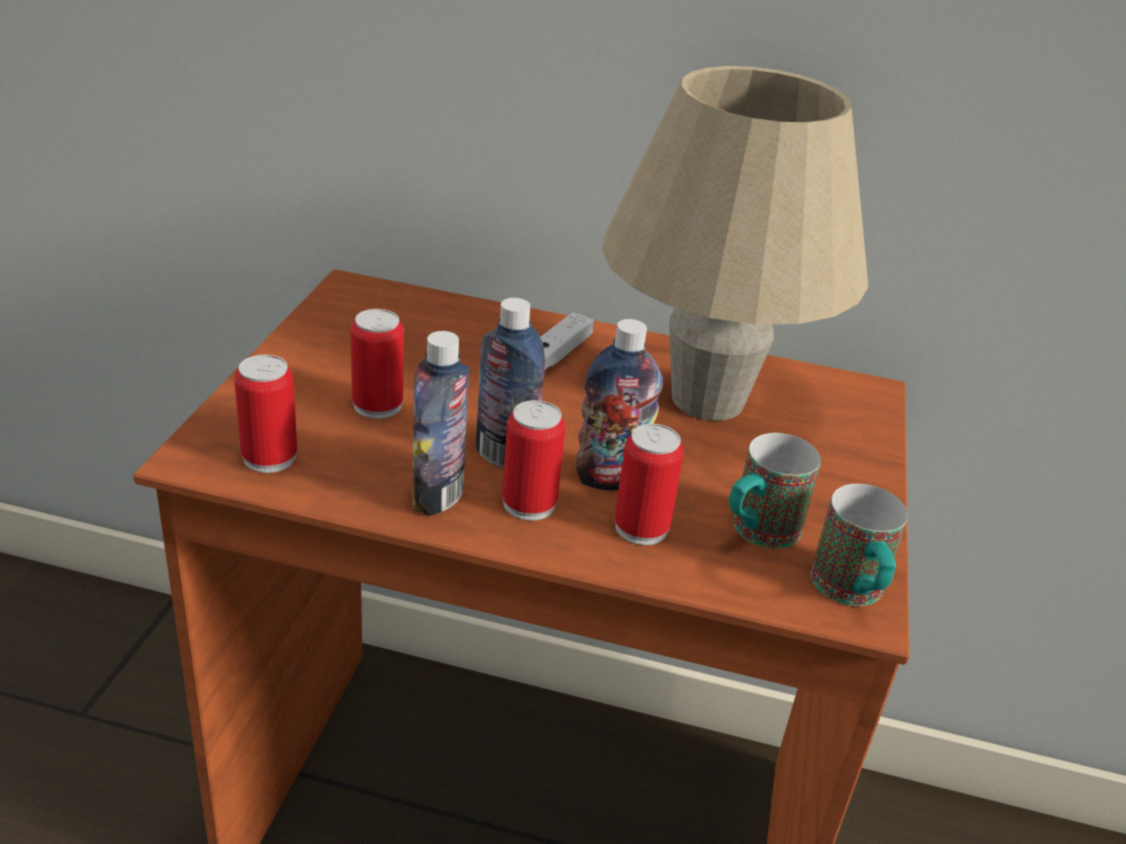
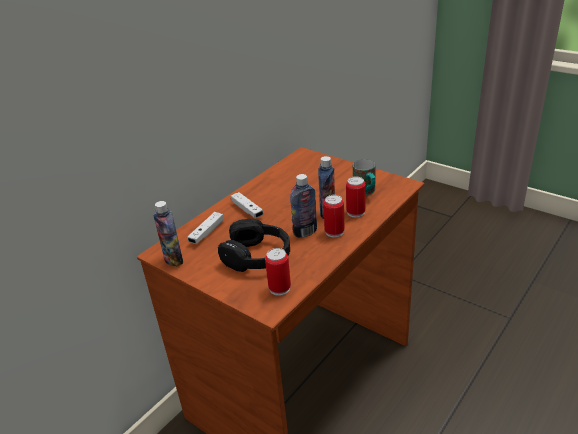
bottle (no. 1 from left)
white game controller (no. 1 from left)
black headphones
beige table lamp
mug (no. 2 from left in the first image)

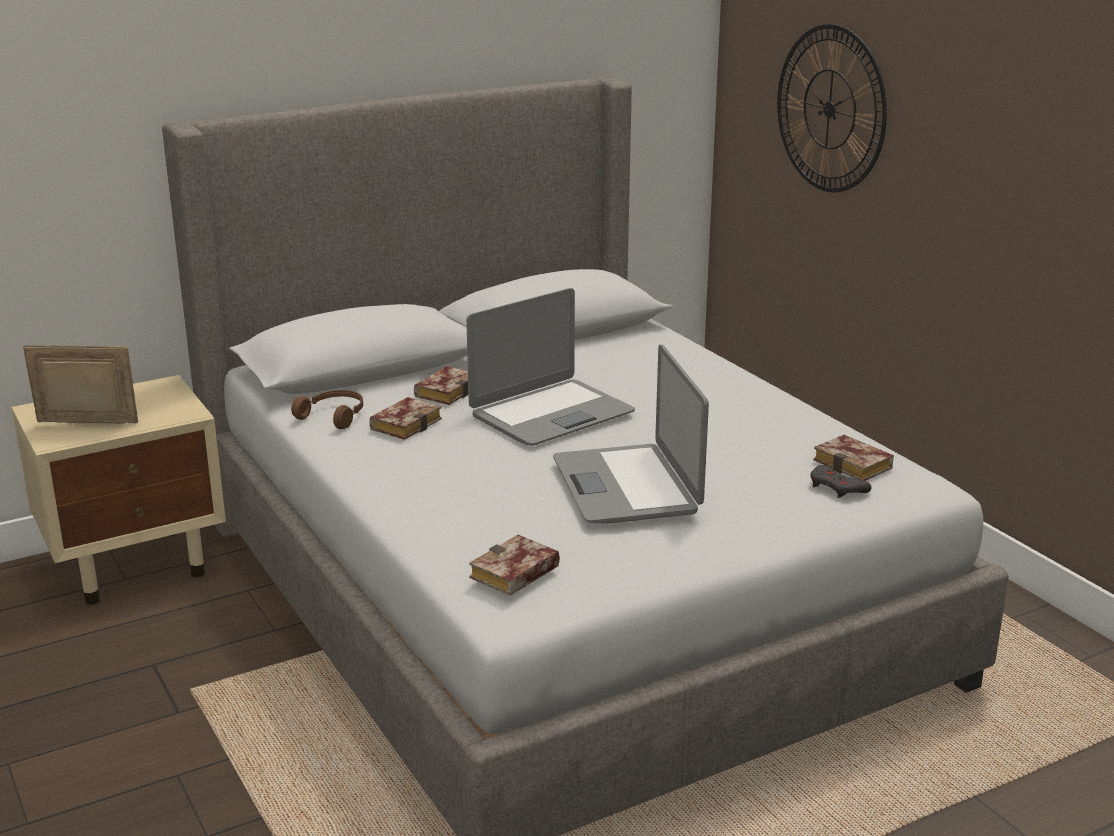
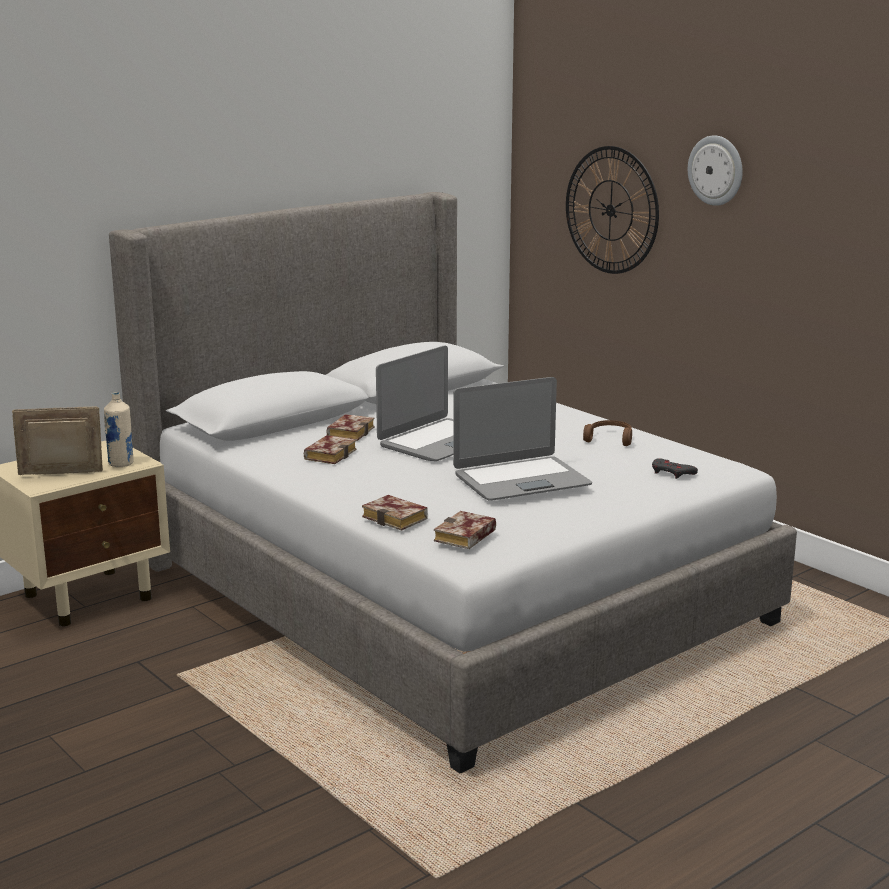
beige bottle
book (no. 3 from left)
laptop (no. 2 from left)
brown headphones
wall clock (no. 2 from left)

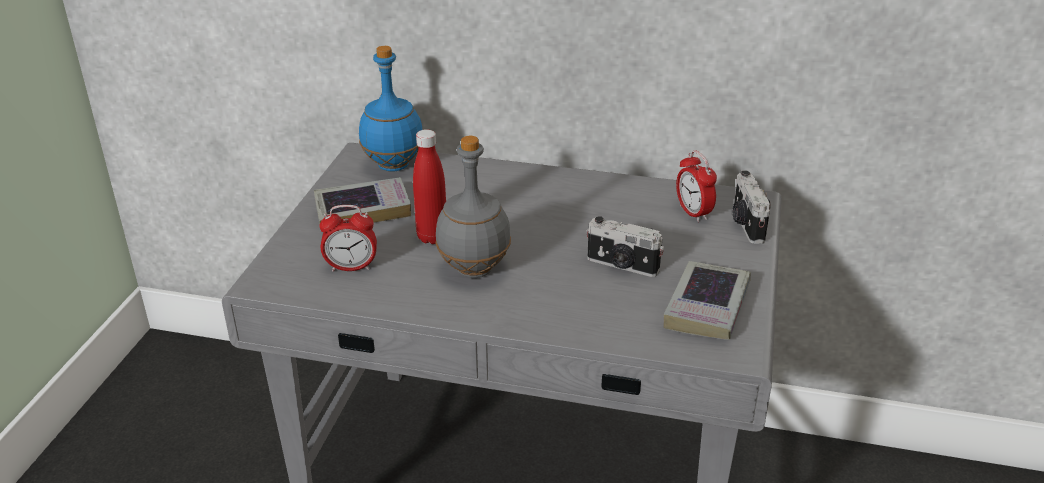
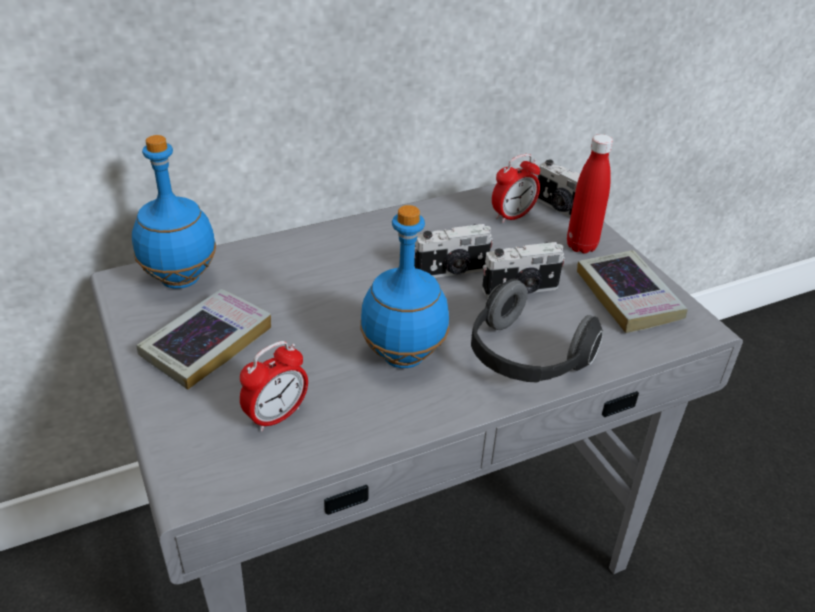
blue bottle (no. 2 from left)
photo camera (no. 1 from left)
headphones
alarm clock (no. 2 from left)
red bottle

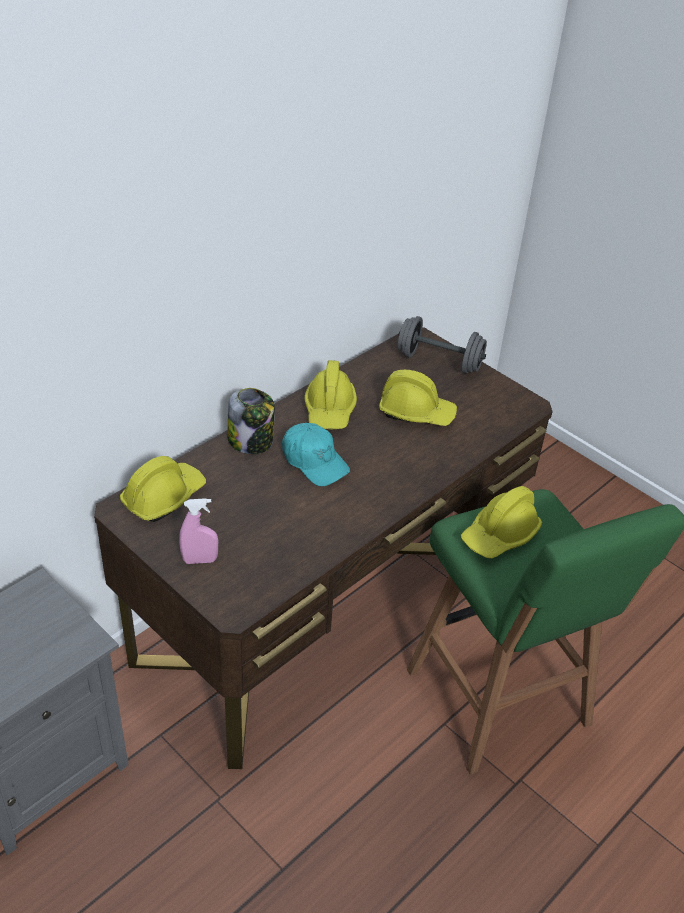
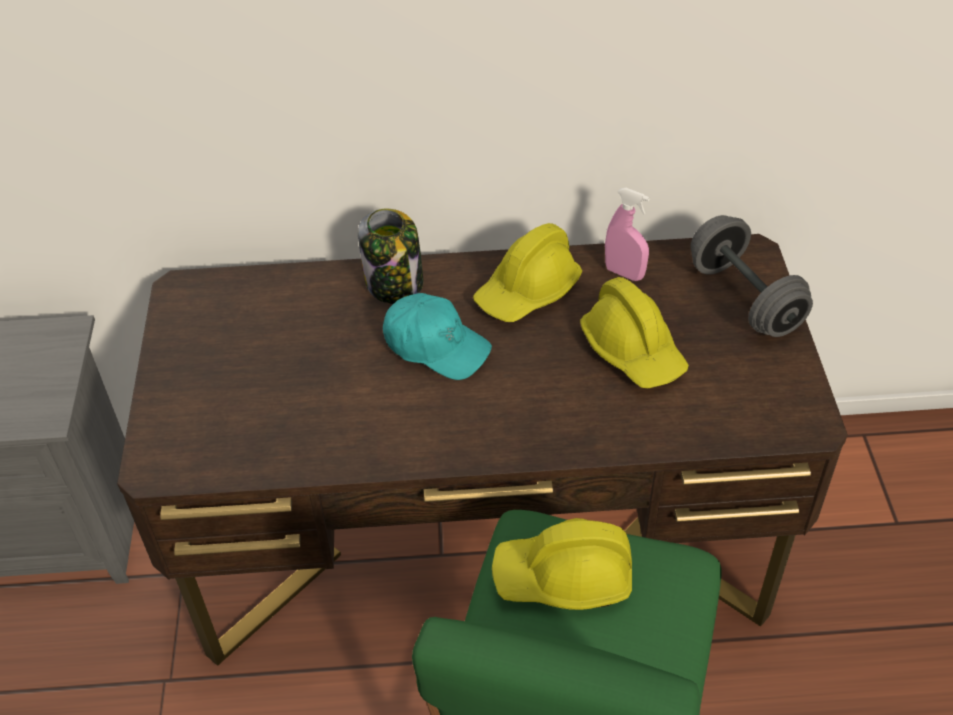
turquoise cap
pink spray bottle
yellow hard hat (no. 1 from left in the first image)

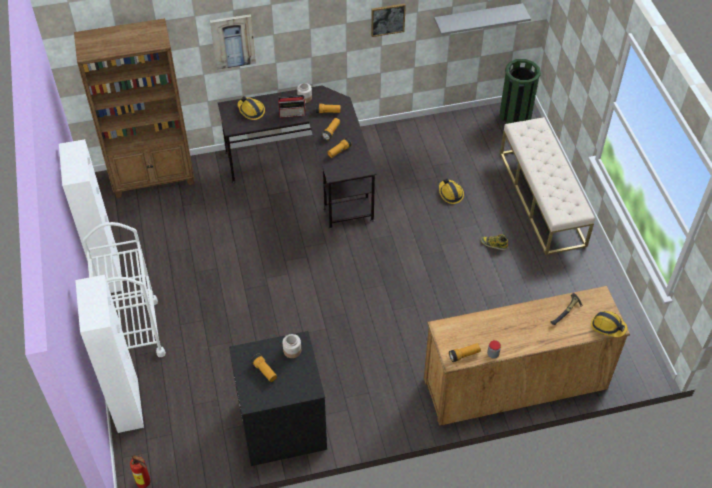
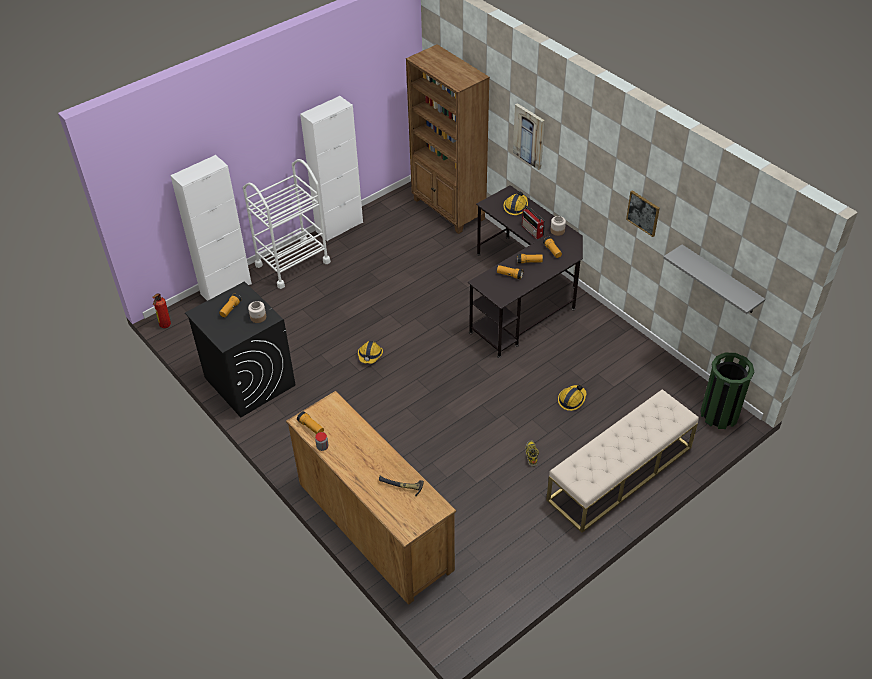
hard hat (no. 1 from left)

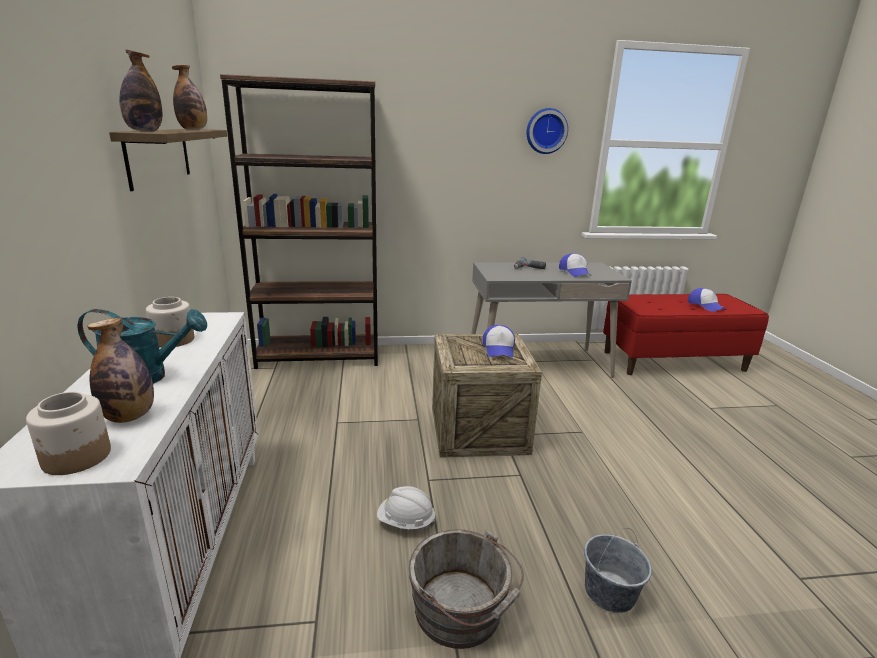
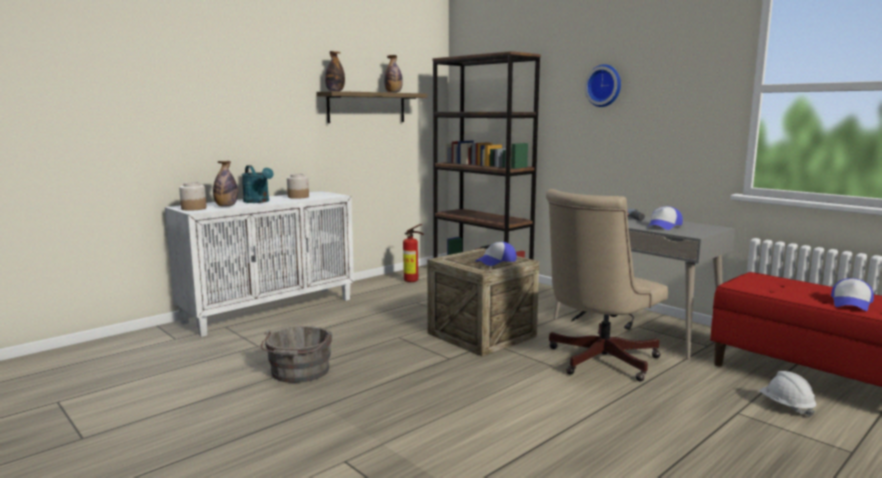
fire extinguisher
beige office chair
wall clock
white hard hat
grey bucket (no. 2 from left in the first image)

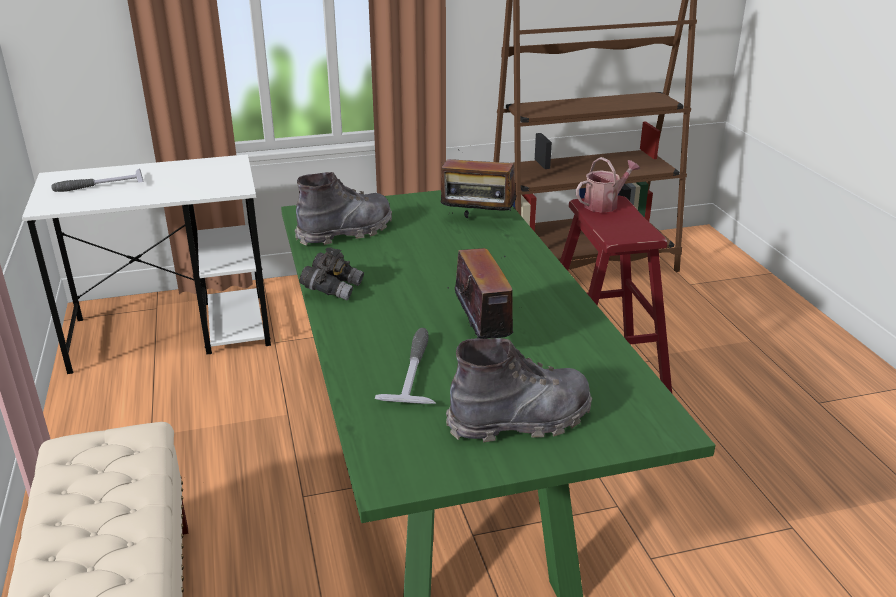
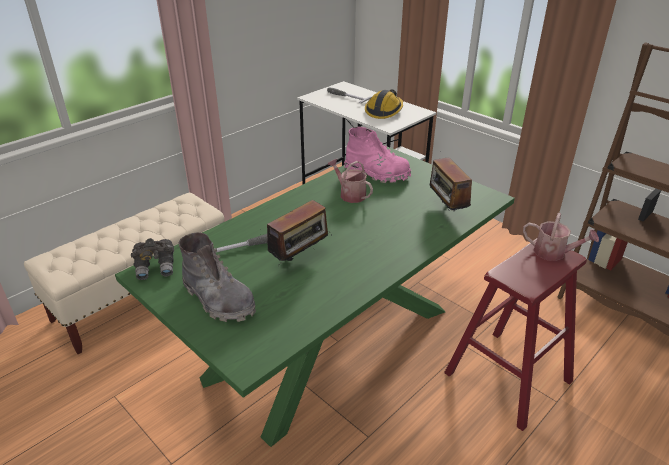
grey binoculars
watering can (no. 1 from left)
pink boot
hard hat

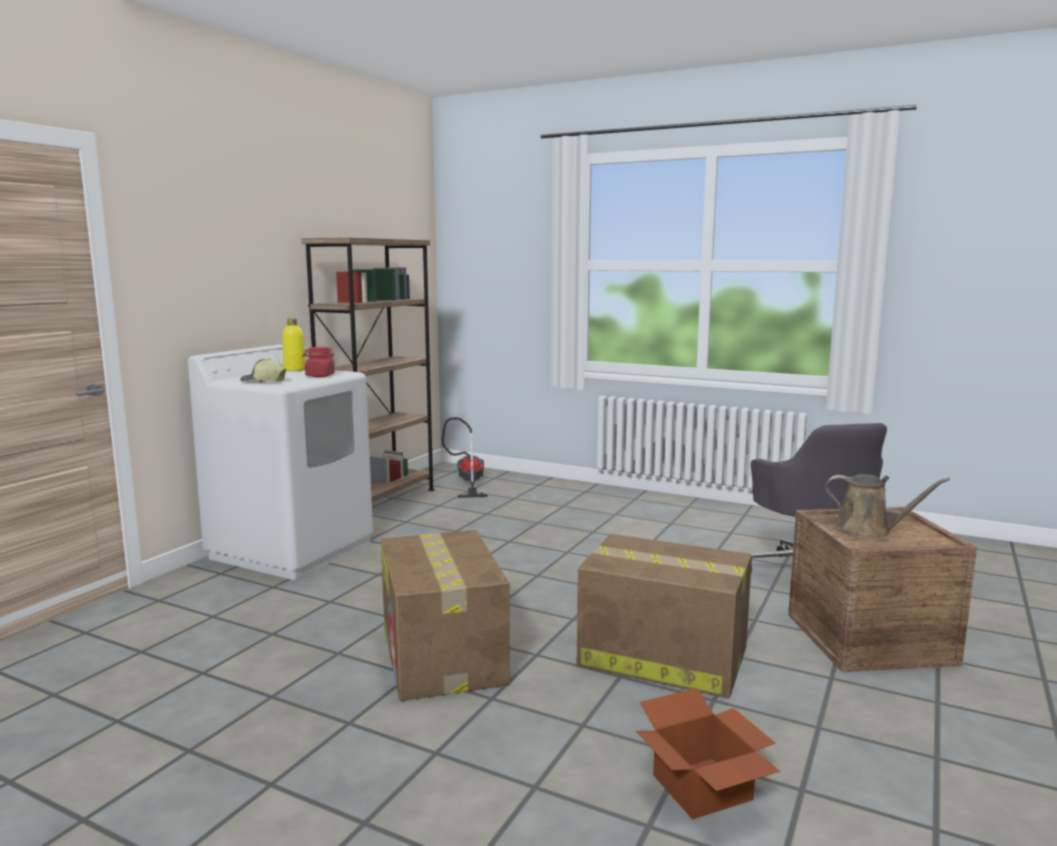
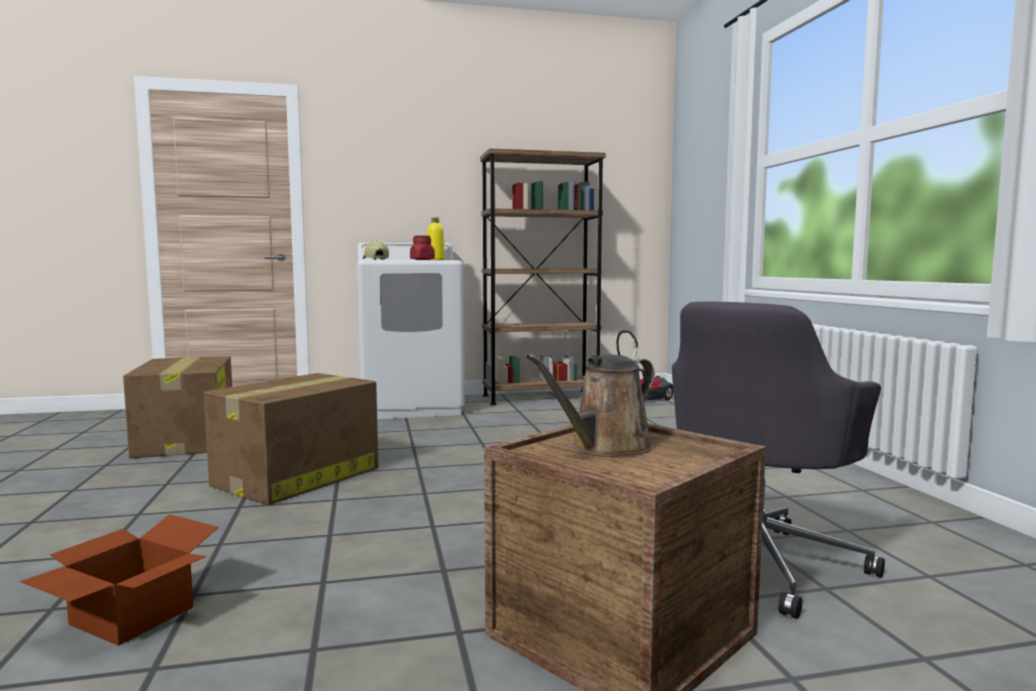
cardboard box (no. 2 from left)
brown watering can

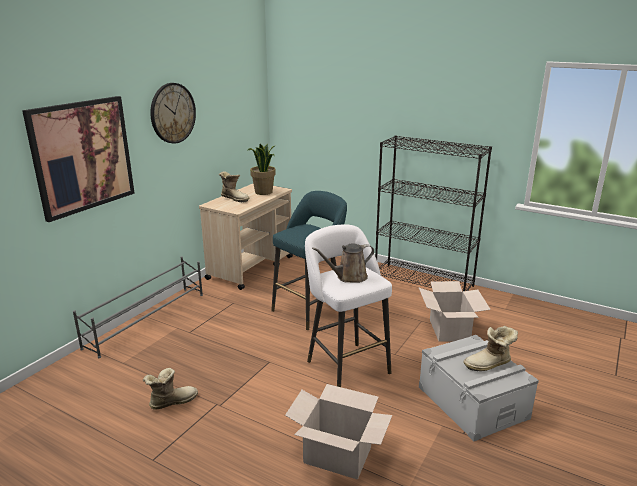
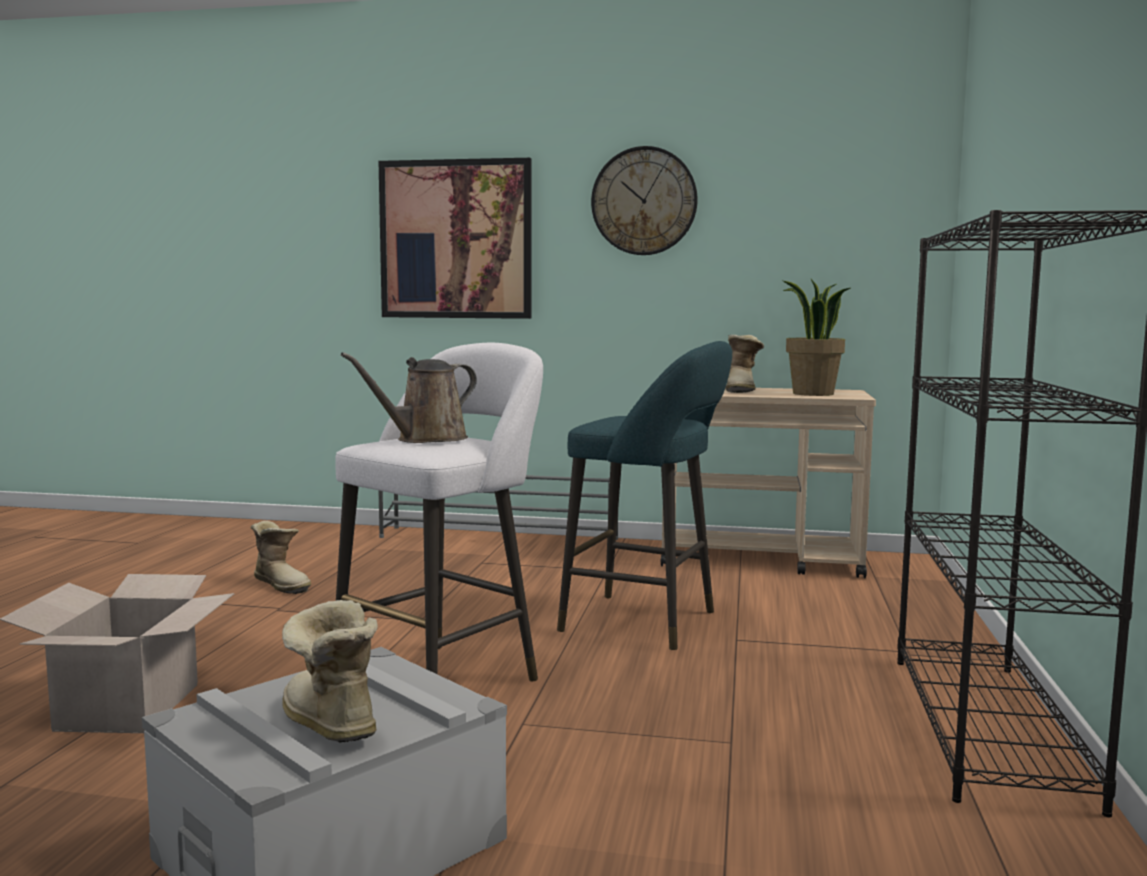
brown watering can
cardboard box (no. 2 from left in the first image)

